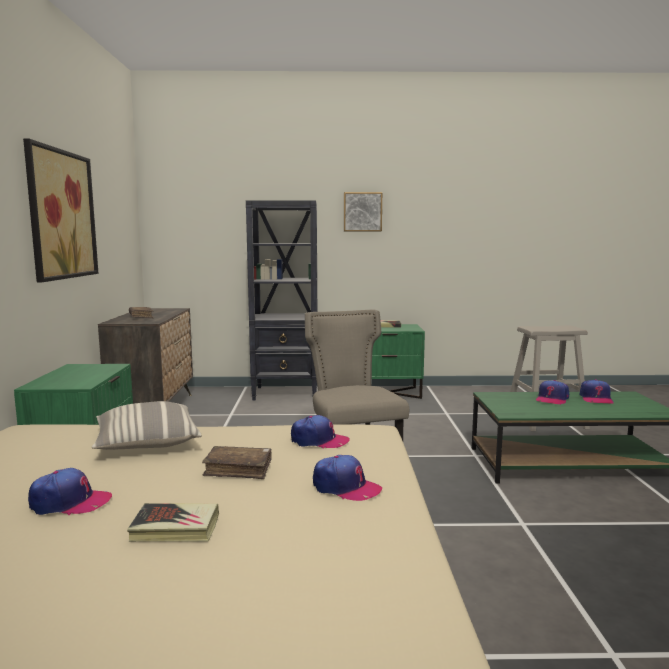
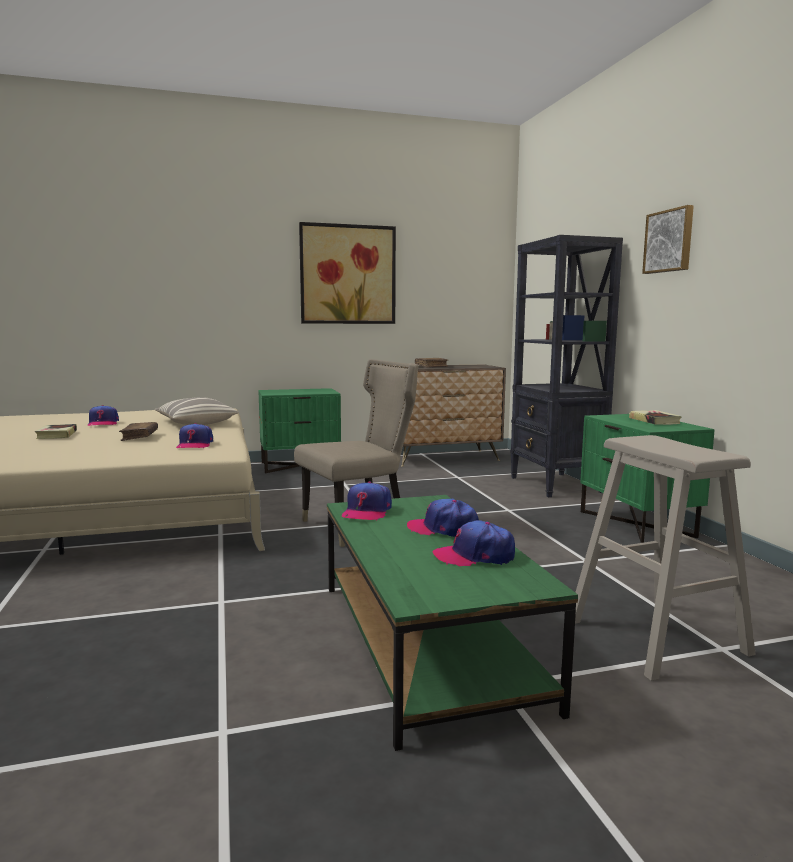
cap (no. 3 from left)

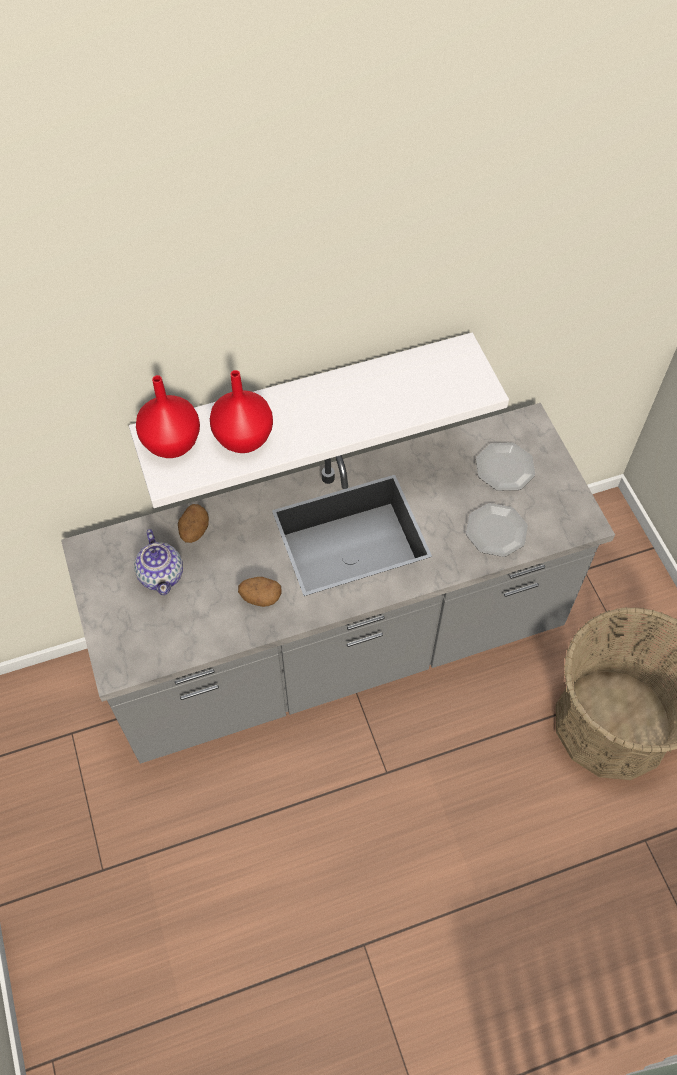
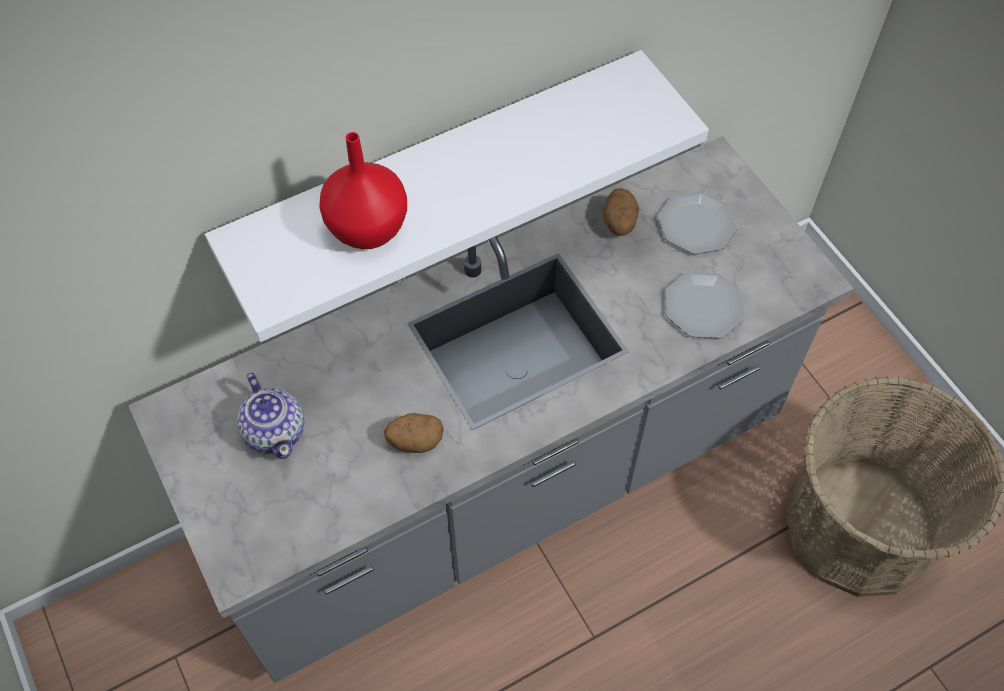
potato (no. 2 from left)
red vase (no. 1 from left in the first image)

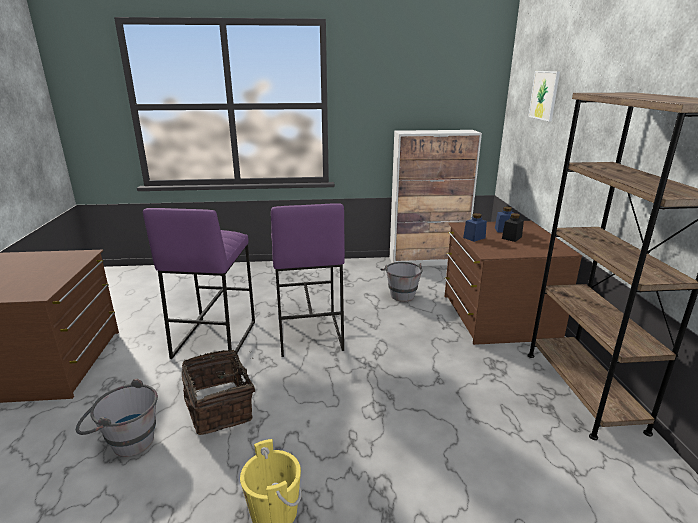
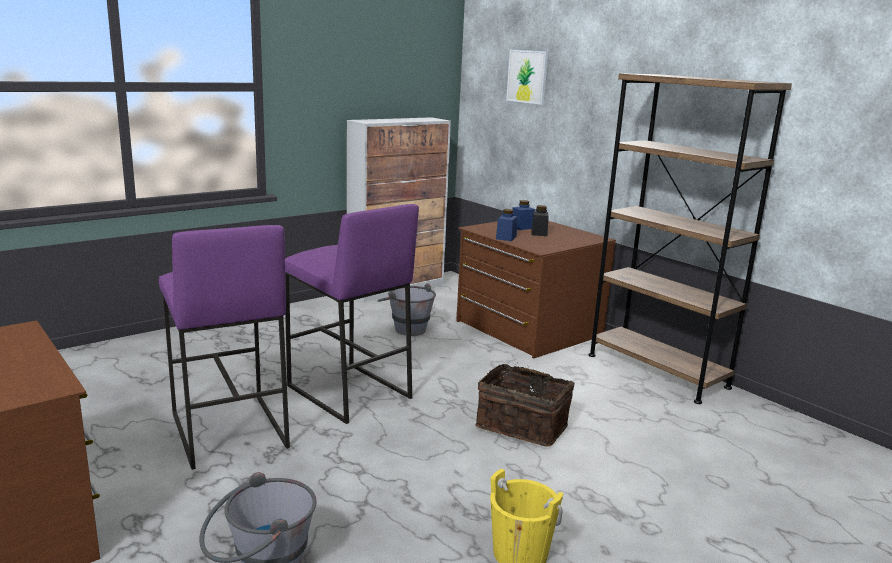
basket

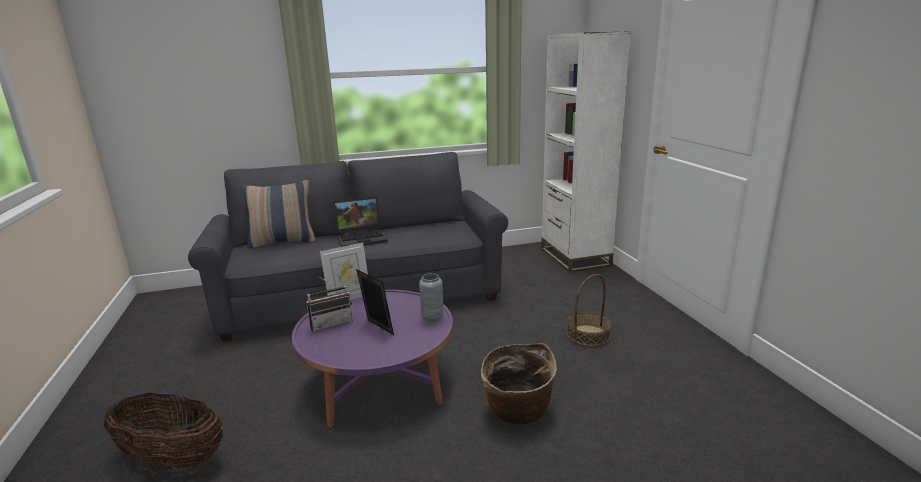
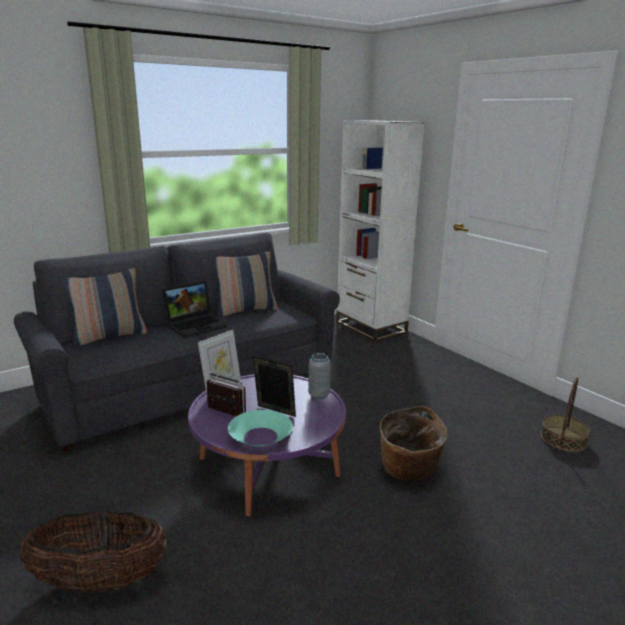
radio
pillow (no. 2 from left)
turquoise bowl
basket (no. 3 from left)

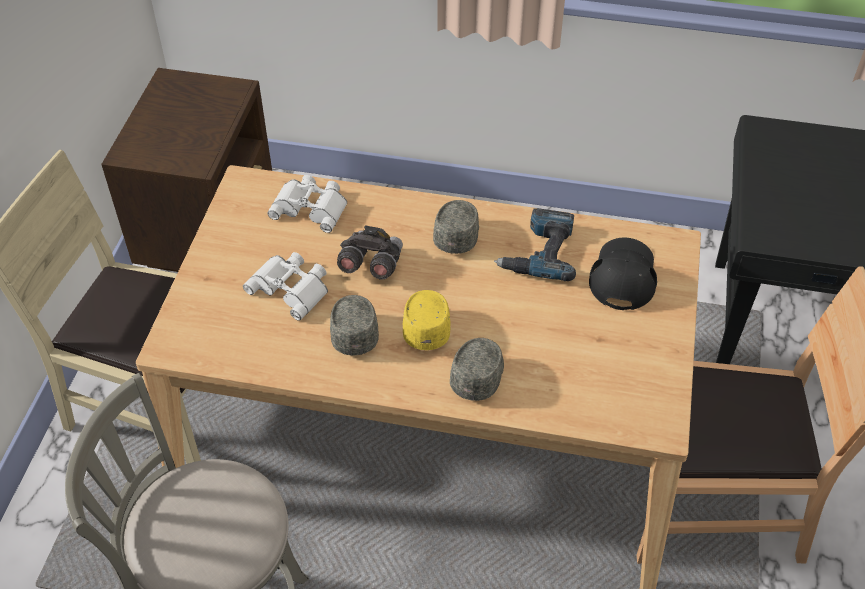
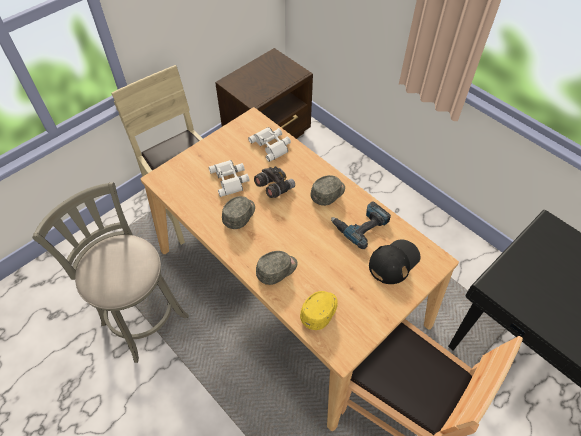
yellow cap

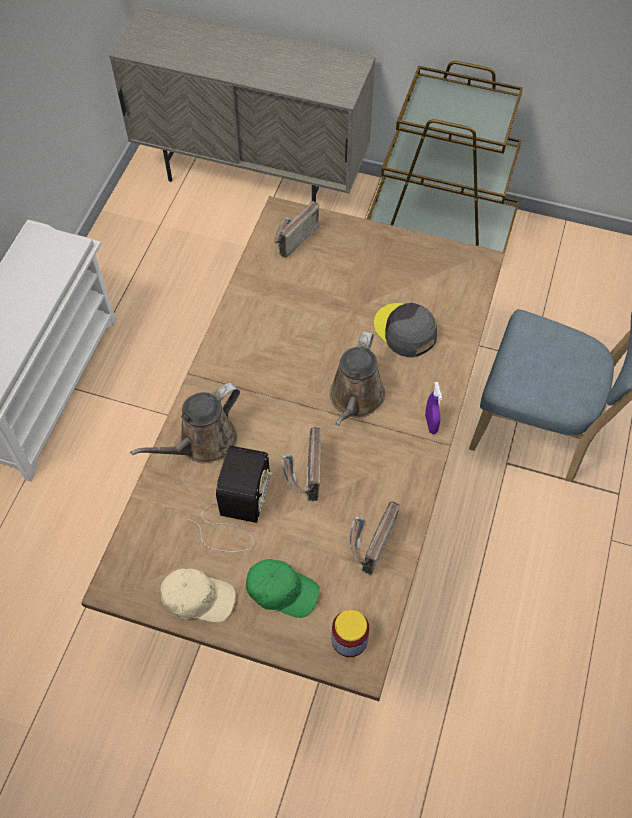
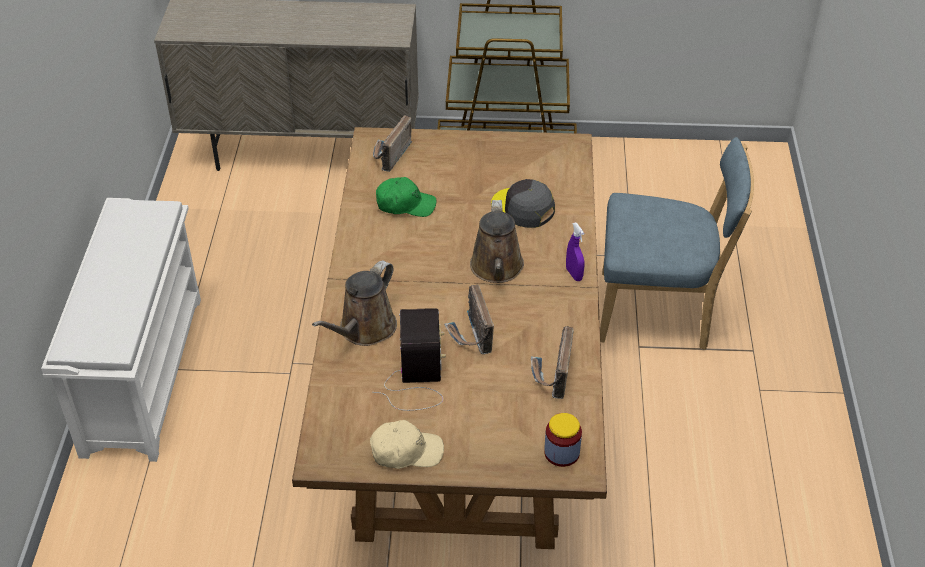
green cap

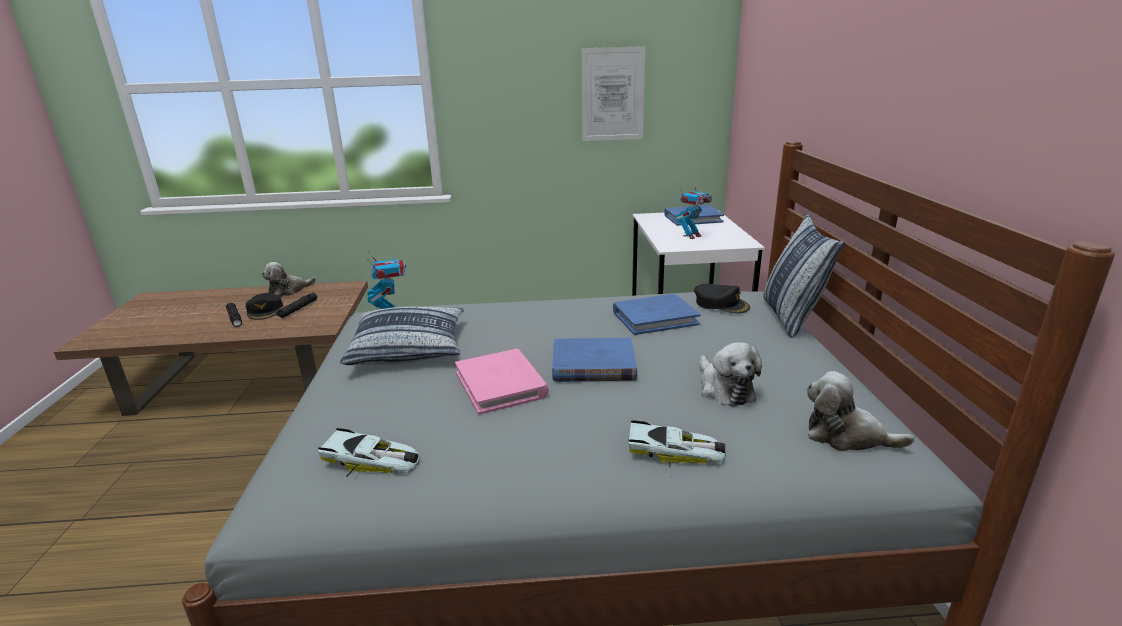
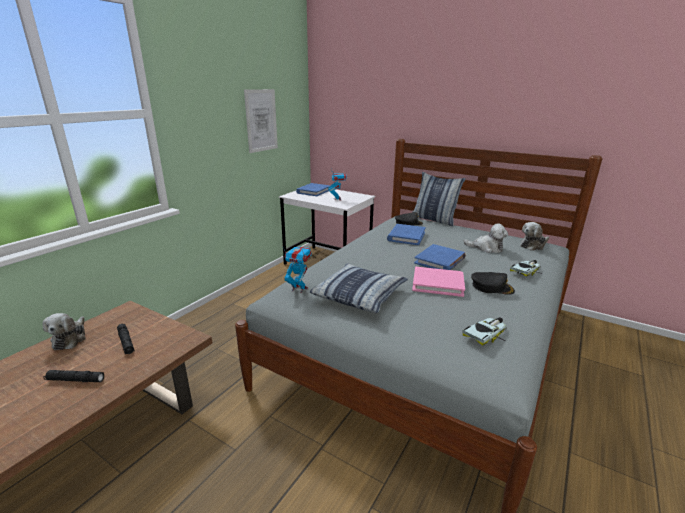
black cap (no. 2 from left)

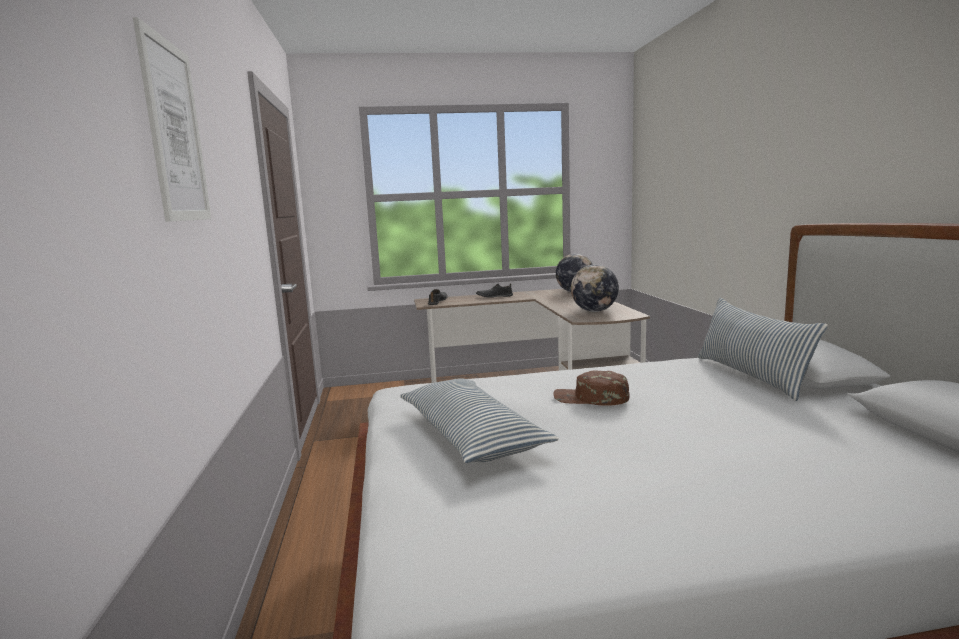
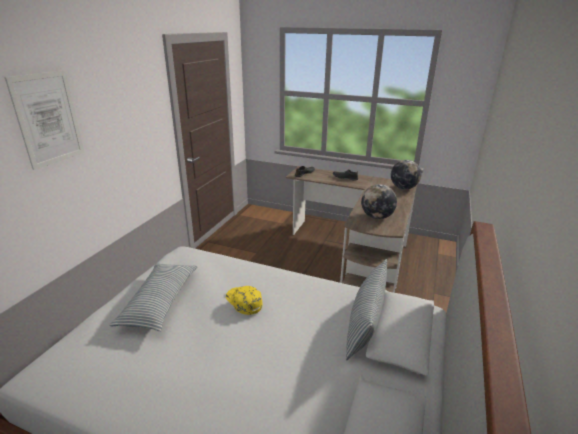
yellow cap

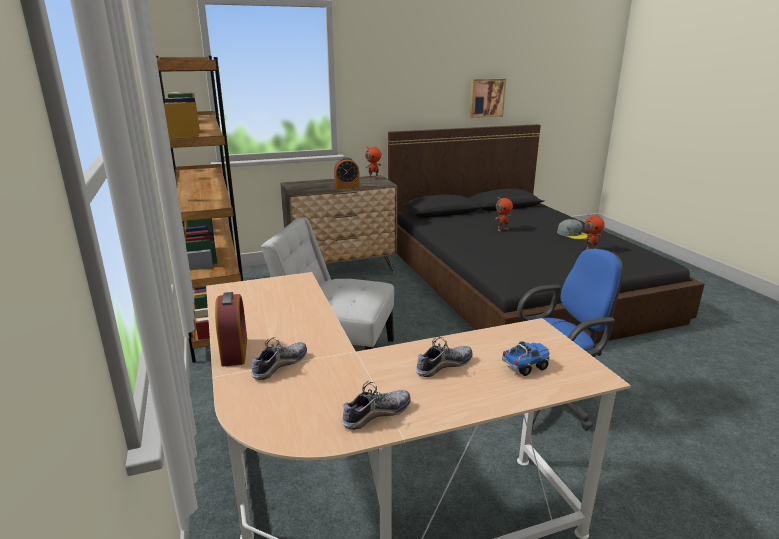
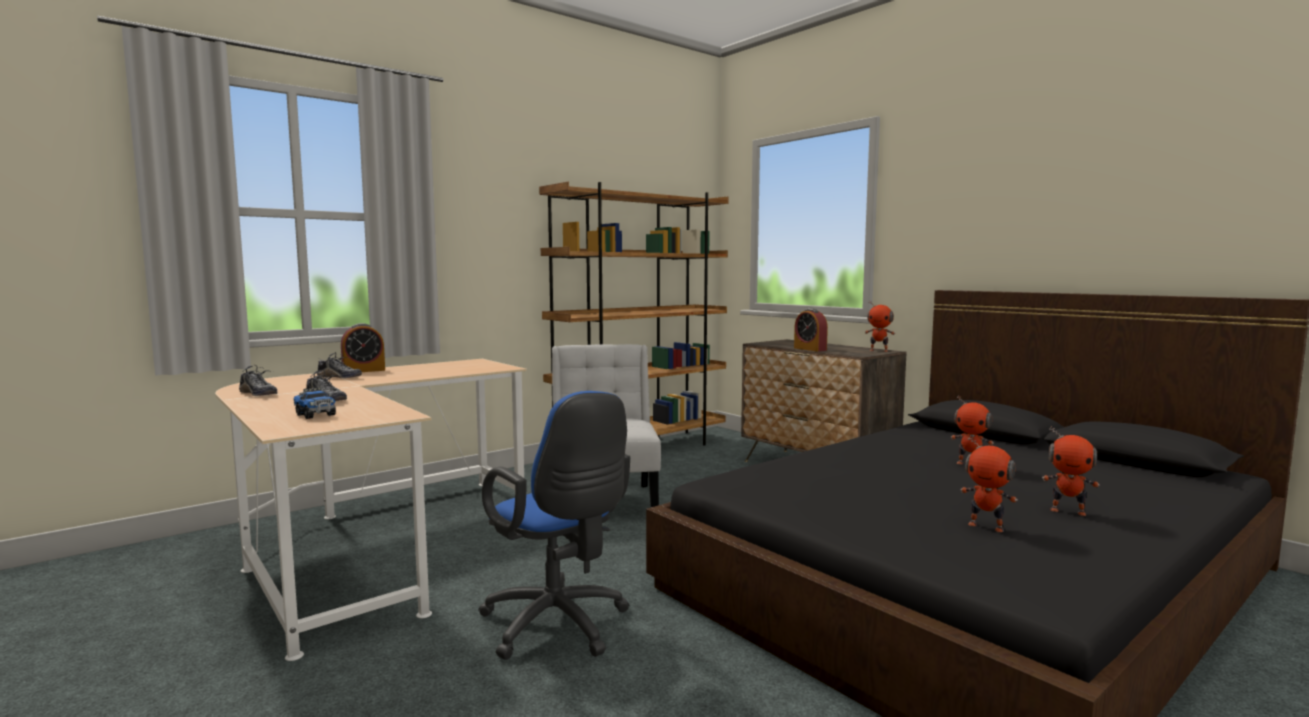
toy robot (no. 4 from left)
picture

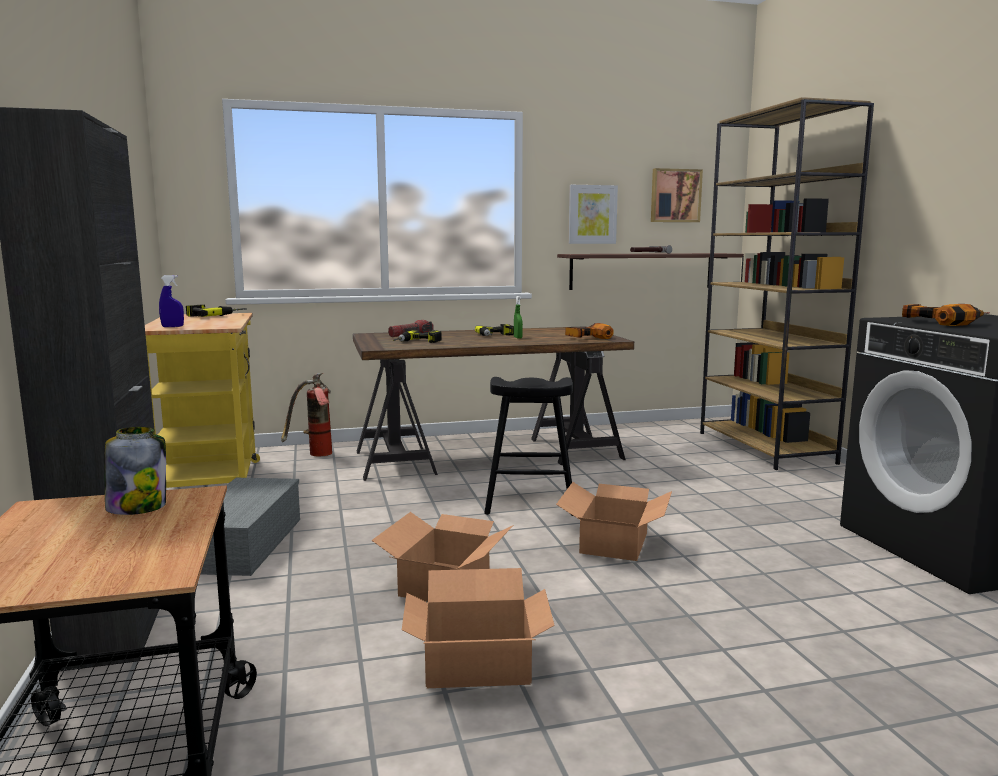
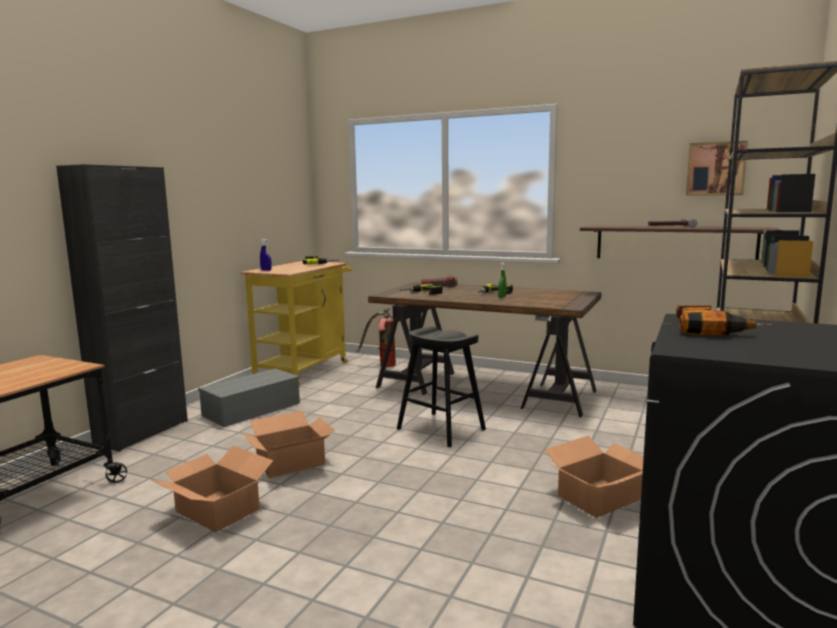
cardboard box (no. 3 from left)
jar
power drill (no. 4 from left in the first image)
picture (no. 1 from left in the first image)

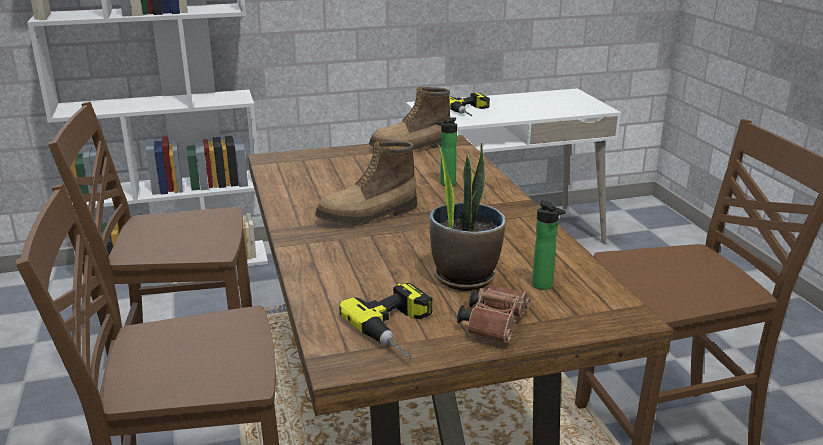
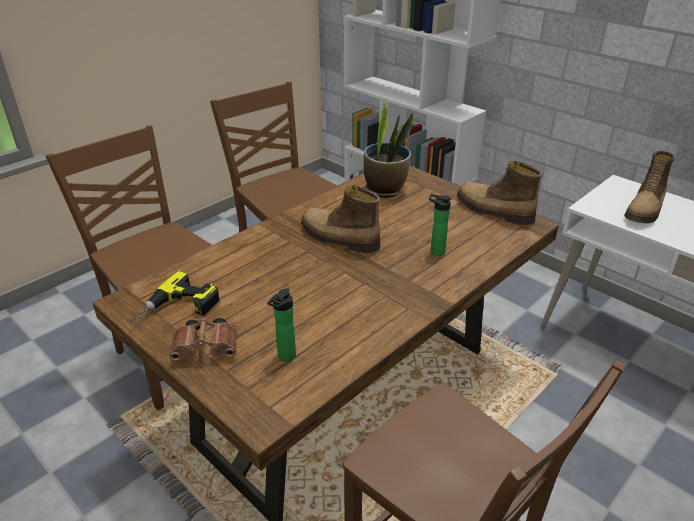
potted plant
boot (no. 3 from left)

